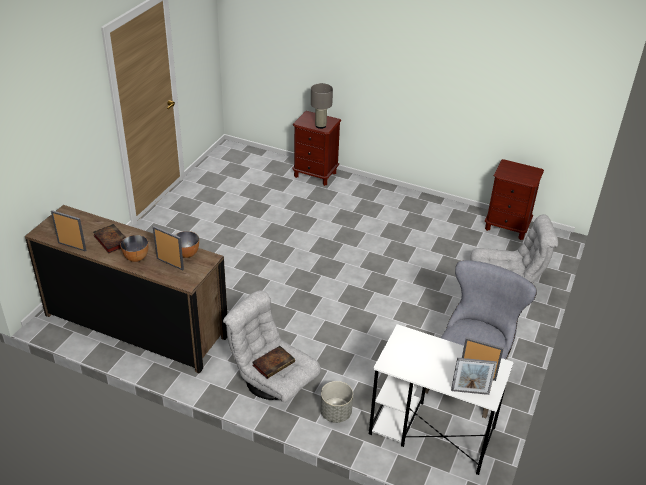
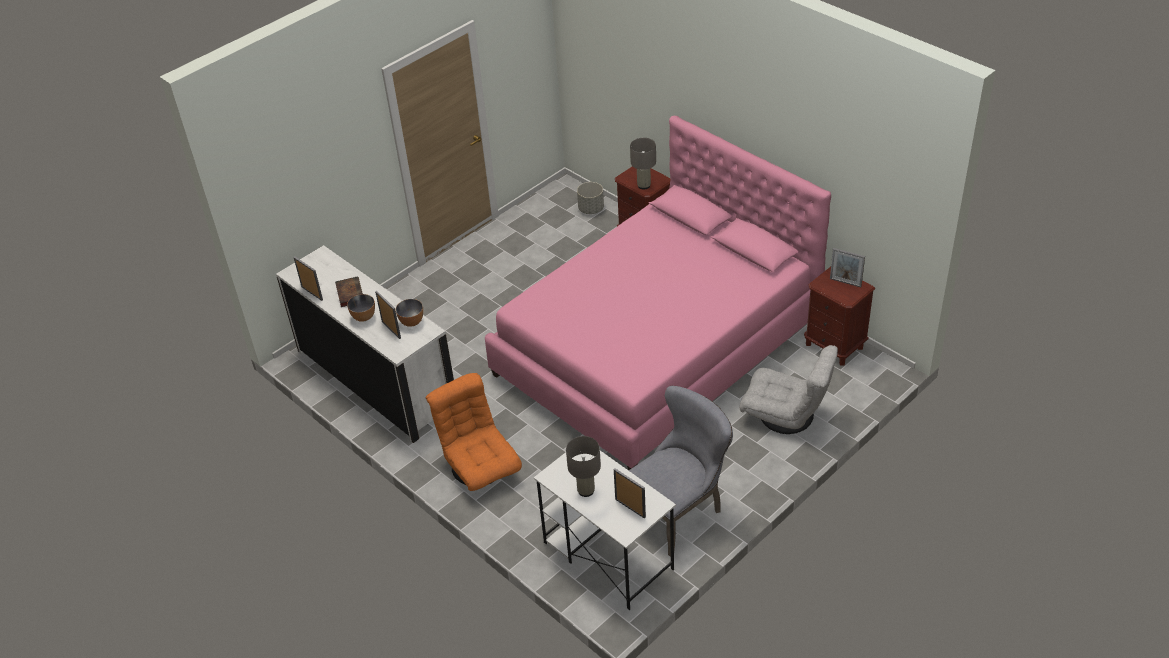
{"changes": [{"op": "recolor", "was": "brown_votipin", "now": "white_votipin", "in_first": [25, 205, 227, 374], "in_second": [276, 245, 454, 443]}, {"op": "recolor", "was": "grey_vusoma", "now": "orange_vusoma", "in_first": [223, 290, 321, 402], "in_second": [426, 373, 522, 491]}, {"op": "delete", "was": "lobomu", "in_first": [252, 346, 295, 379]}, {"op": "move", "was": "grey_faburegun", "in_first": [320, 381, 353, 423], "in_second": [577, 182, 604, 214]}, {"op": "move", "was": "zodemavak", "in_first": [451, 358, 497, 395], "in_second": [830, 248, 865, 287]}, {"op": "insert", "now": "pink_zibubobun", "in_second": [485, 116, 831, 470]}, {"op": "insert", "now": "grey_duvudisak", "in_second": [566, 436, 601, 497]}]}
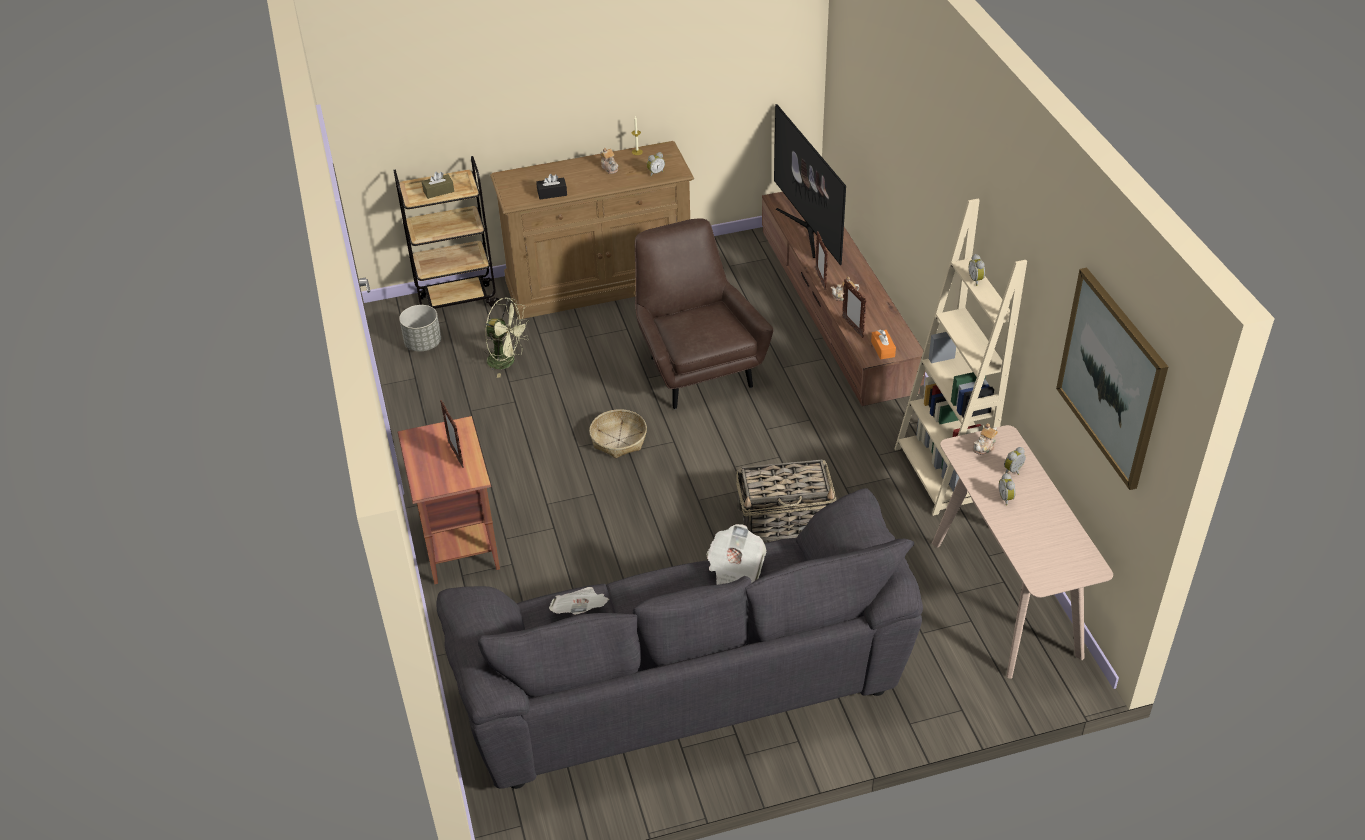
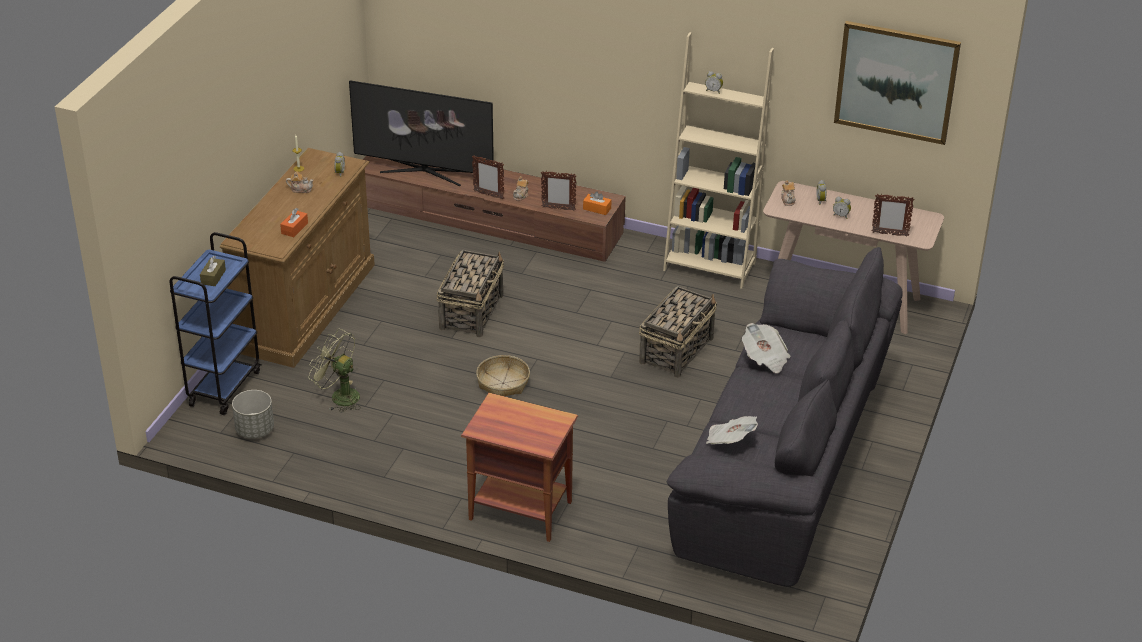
{"changes": [{"op": "recolor", "was": "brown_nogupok", "now": "blue_nogupok", "in_first": [394, 156, 499, 309], "in_second": [170, 232, 261, 415]}, {"op": "move", "was": "zodemavak", "in_first": [440, 400, 464, 468], "in_second": [872, 194, 914, 237]}, {"op": "rotate", "was": "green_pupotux", "in_first": [484, 297, 530, 378], "in_second": [309, 329, 361, 413], "clockwise": -120}, {"op": "recolor", "was": "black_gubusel", "now": "orange_gubusel", "in_first": [536, 174, 567, 199], "in_second": [280, 208, 308, 237]}, {"op": "replace", "was": "brown_vusoma", "now": "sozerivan", "in_first": [635, 218, 774, 409], "in_second": [436, 250, 504, 337]}]}
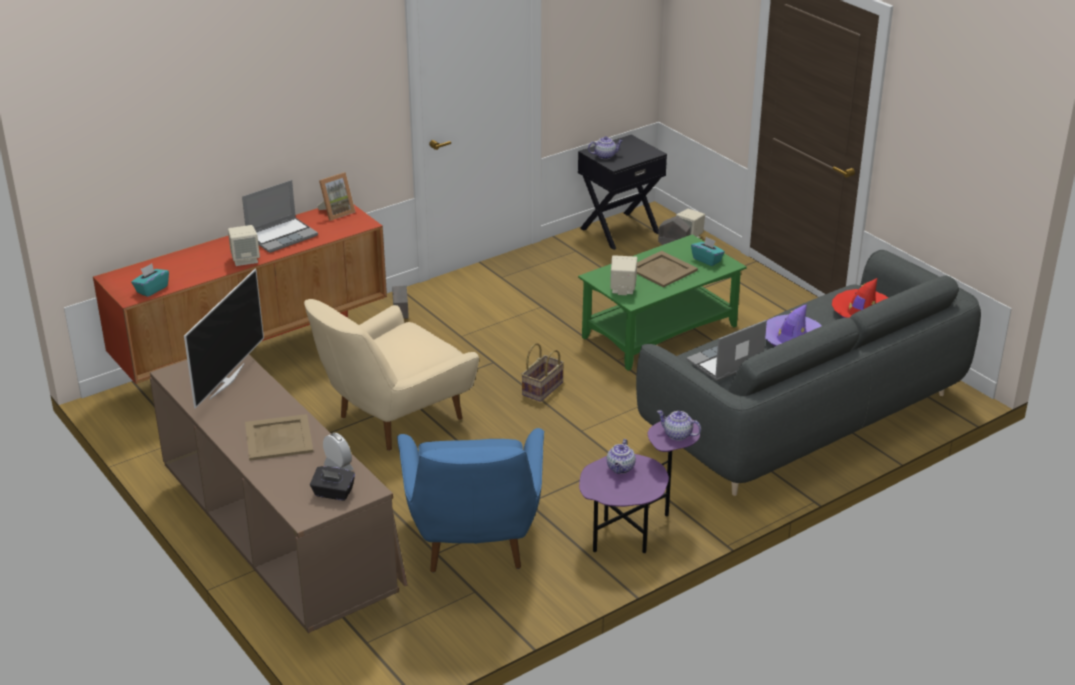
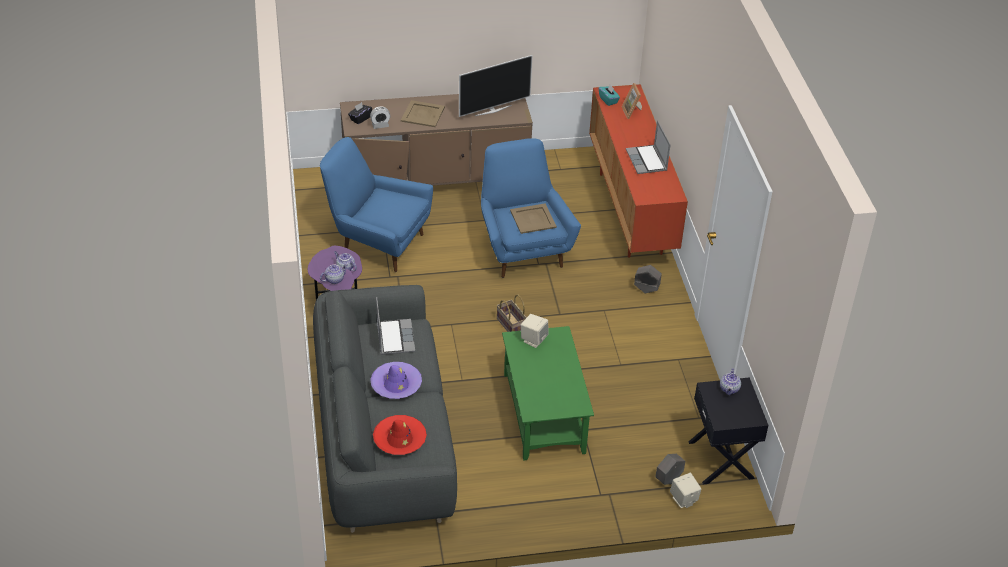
{"changes": [{"op": "rotate", "was": "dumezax", "in_first": [184, 269, 264, 409], "in_second": [459, 55, 532, 117], "clockwise": -75}, {"op": "delete", "was": "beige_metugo", "in_first": [228, 225, 260, 266]}, {"op": "recolor", "was": "beige_vusoma", "now": "blue_vusoma", "in_first": [304, 299, 479, 451], "in_second": [481, 138, 581, 278]}, {"op": "move", "was": "zodemavak", "in_first": [317, 172, 355, 221], "in_second": [622, 83, 642, 119]}, {"op": "move", "was": "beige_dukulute", "in_first": [637, 251, 698, 288], "in_second": [510, 203, 557, 234]}, {"op": "delete", "was": "turquoise_gubusel", "in_first": [691, 237, 725, 266]}]}
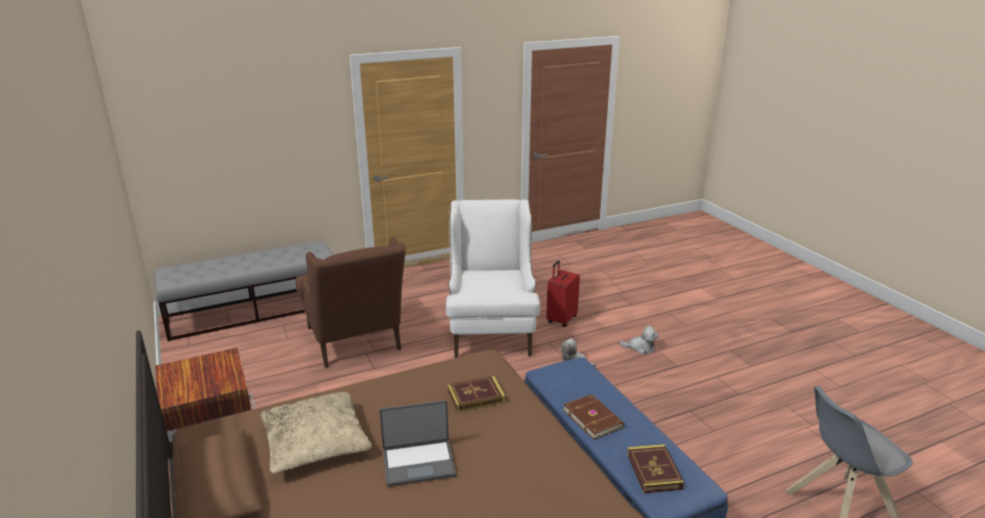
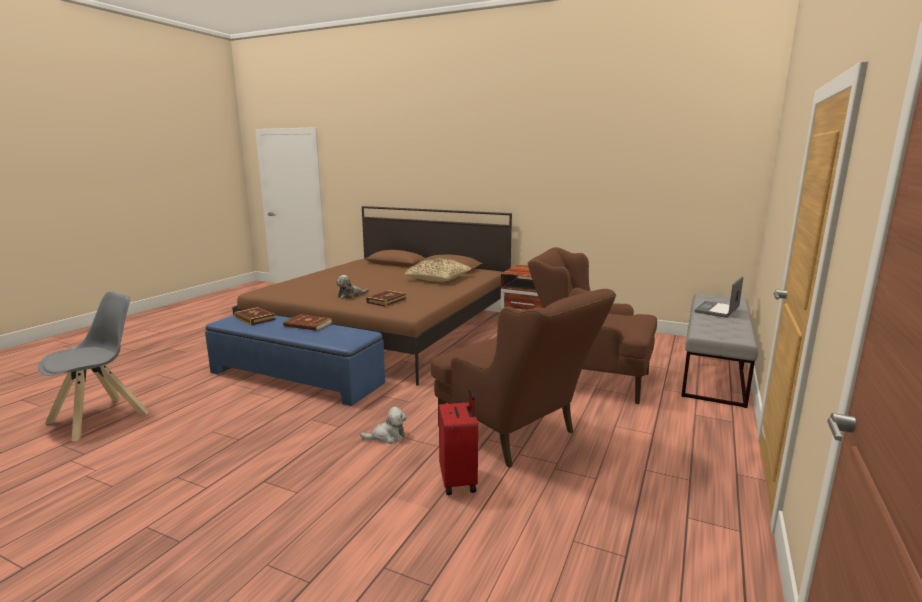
{"changes": [{"op": "move", "was": "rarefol", "in_first": [380, 400, 456, 487], "in_second": [694, 277, 743, 318]}, {"op": "recolor", "was": "white_vusoma", "now": "brown_vusoma", "in_first": [446, 199, 540, 358], "in_second": [431, 288, 616, 468]}, {"op": "move", "was": "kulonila", "in_first": [619, 326, 659, 354], "in_second": [336, 275, 369, 299]}]}
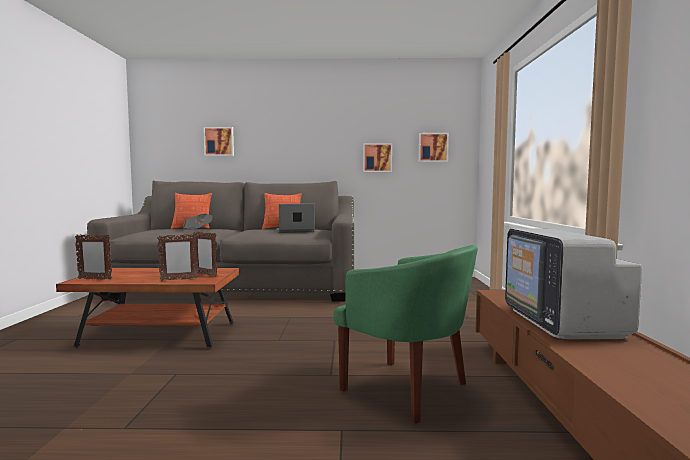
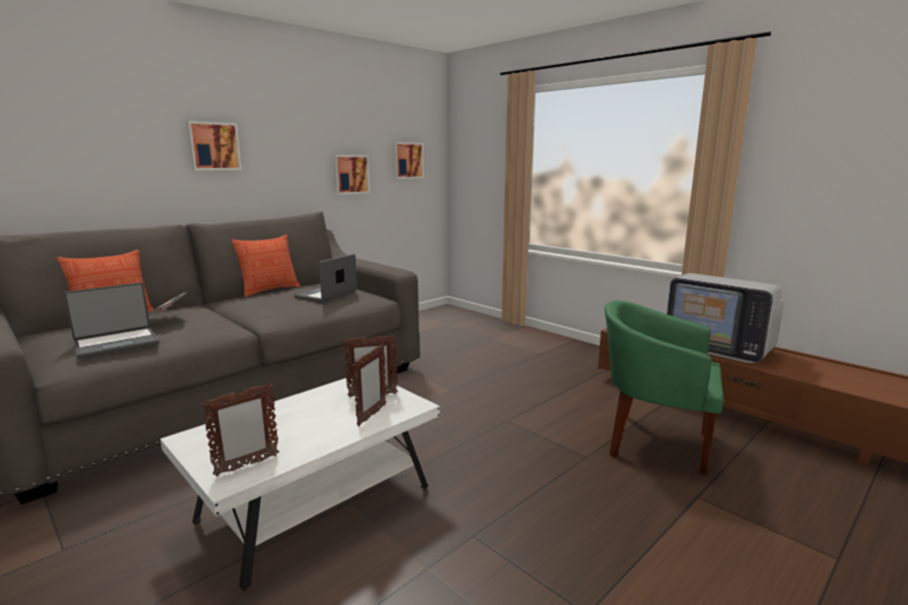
{"changes": [{"op": "recolor", "was": "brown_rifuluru", "now": "white_rifuluru", "in_first": [56, 268, 239, 349], "in_second": [160, 376, 440, 591]}, {"op": "move", "was": "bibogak", "in_first": [204, 127, 234, 156], "in_second": [187, 121, 242, 170]}, {"op": "rotate", "was": "green_vusoma", "in_first": [333, 245, 478, 424], "in_second": [604, 300, 723, 475], "clockwise": -150}, {"op": "insert", "now": "rarefol", "in_second": [64, 283, 159, 359]}]}
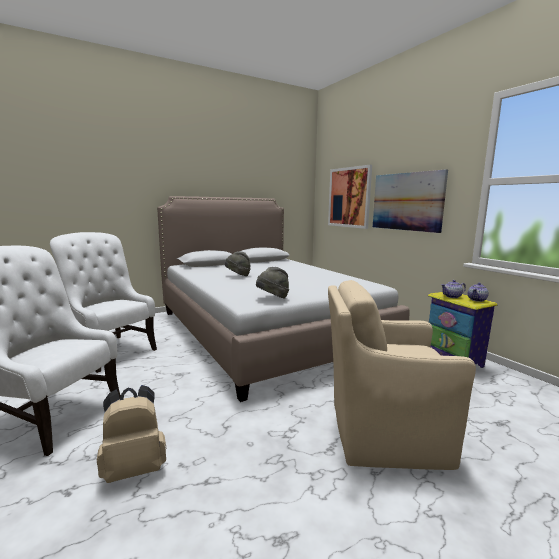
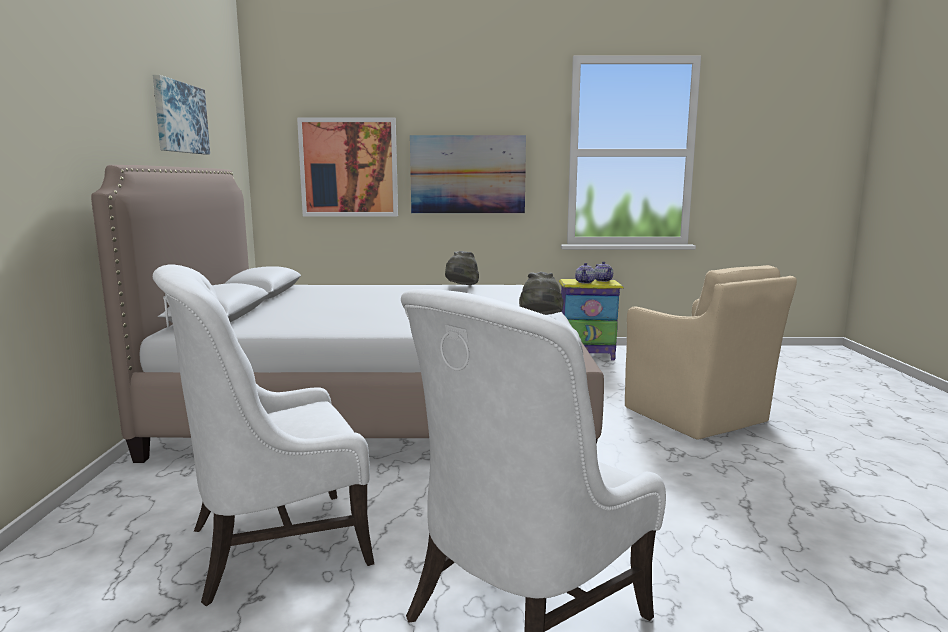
{"changes": [{"op": "delete", "was": "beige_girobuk", "in_first": [97, 385, 167, 483]}, {"op": "move", "was": "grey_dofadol", "in_first": [225, 251, 251, 276], "in_second": [445, 251, 479, 285]}, {"op": "rotate", "was": "beige_vusoma", "in_first": [328, 280, 476, 470], "in_second": [625, 265, 797, 439], "clockwise": -60}, {"op": "insert", "now": "bibogak", "in_second": [153, 75, 210, 154]}]}
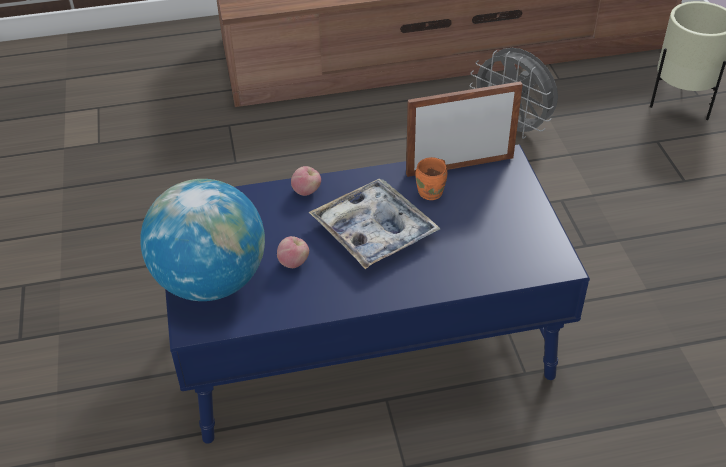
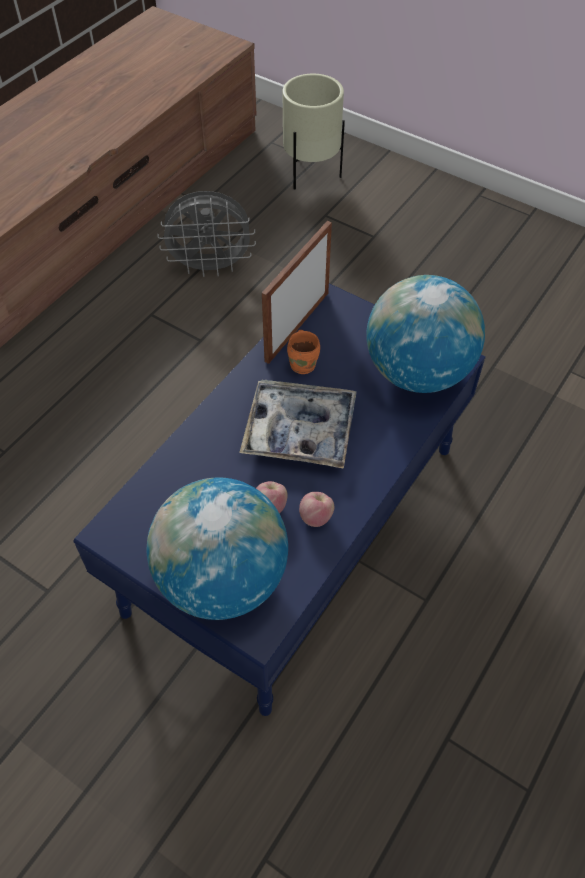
{"changes": [{"op": "move", "was": "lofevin", "in_first": [291, 166, 321, 196], "in_second": [299, 492, 334, 527]}, {"op": "insert", "now": "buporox", "in_second": [366, 275, 485, 393]}]}
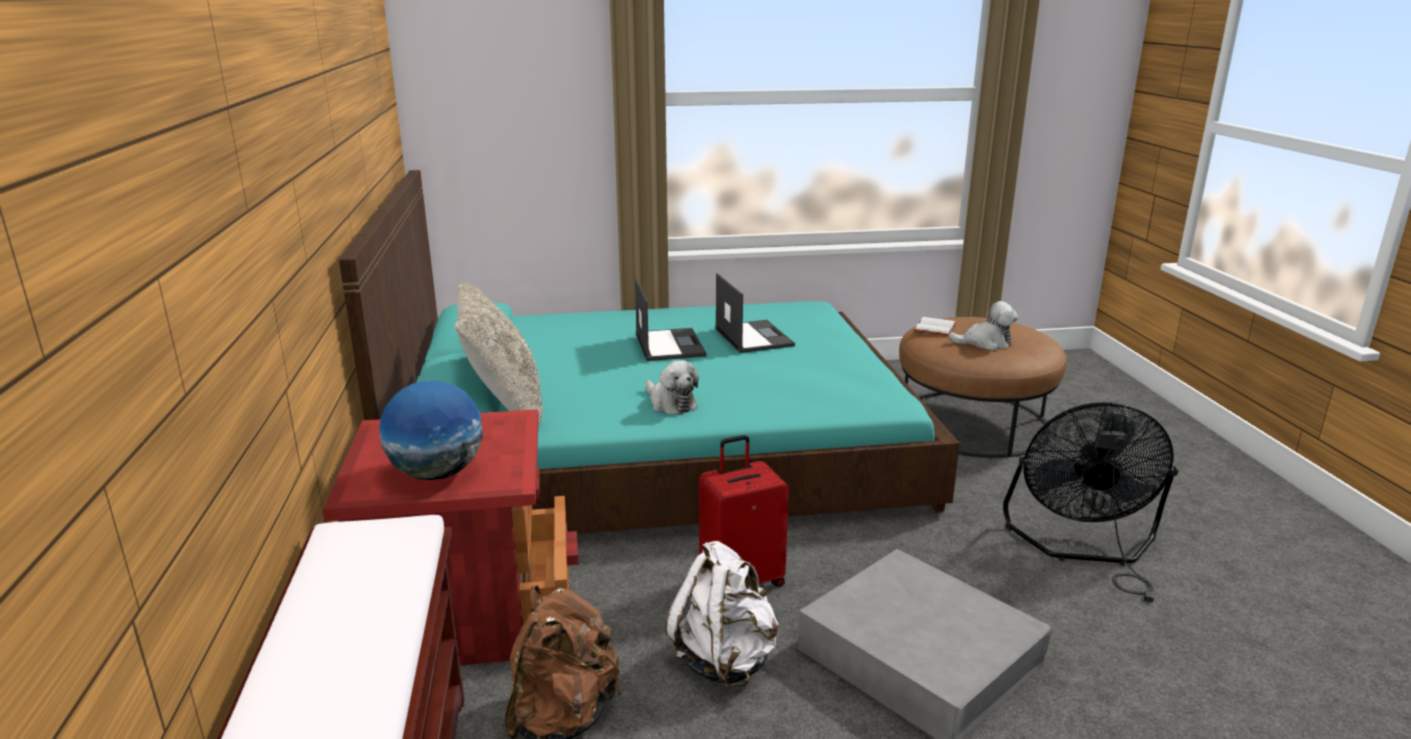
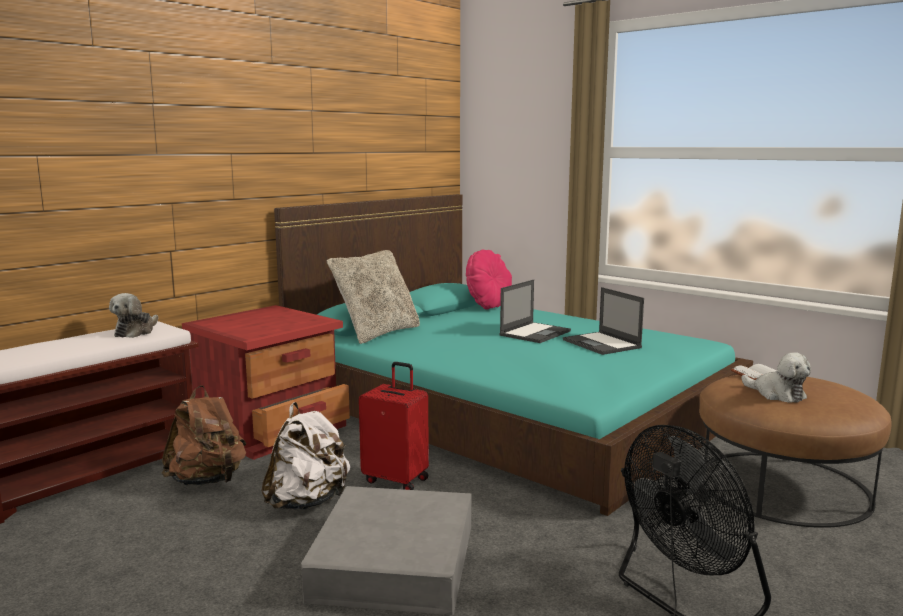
{"changes": [{"op": "delete", "was": "buporox", "in_first": [379, 380, 483, 480]}, {"op": "move", "was": "kulonila", "in_first": [646, 360, 699, 415], "in_second": [109, 293, 158, 338]}, {"op": "rotate", "was": "rarefol", "in_first": [715, 273, 795, 353], "in_second": [563, 287, 644, 355], "clockwise": 120}, {"op": "insert", "now": "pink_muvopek", "in_second": [466, 250, 512, 309]}]}
